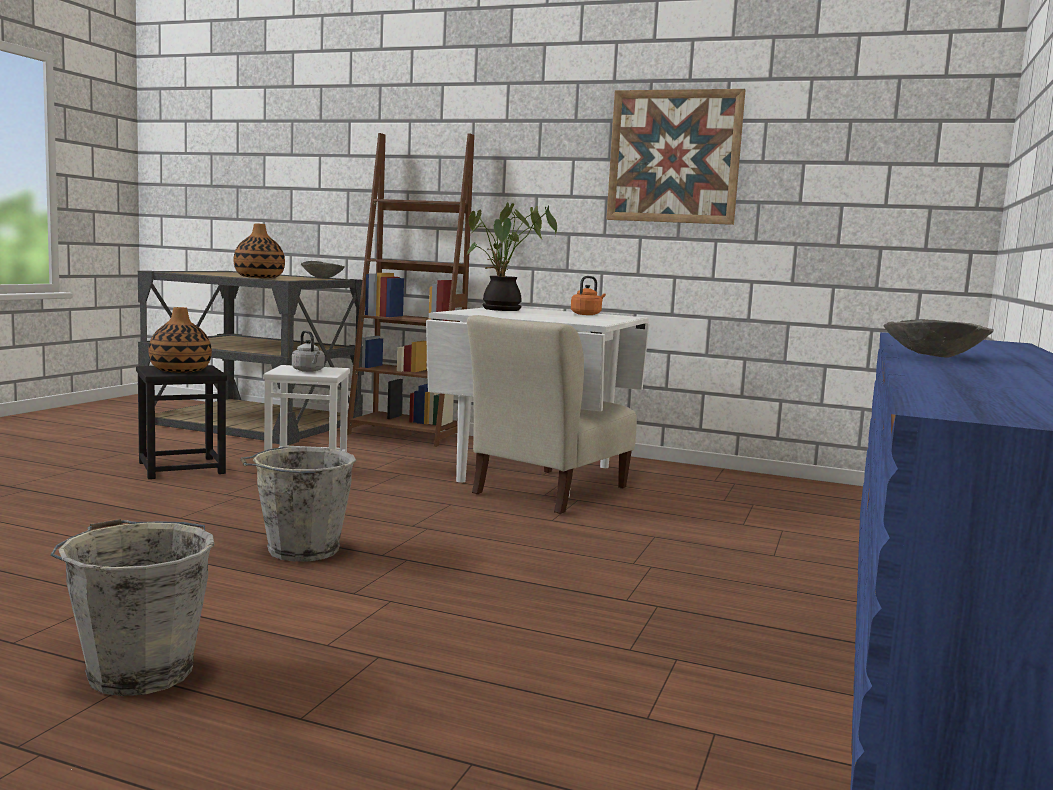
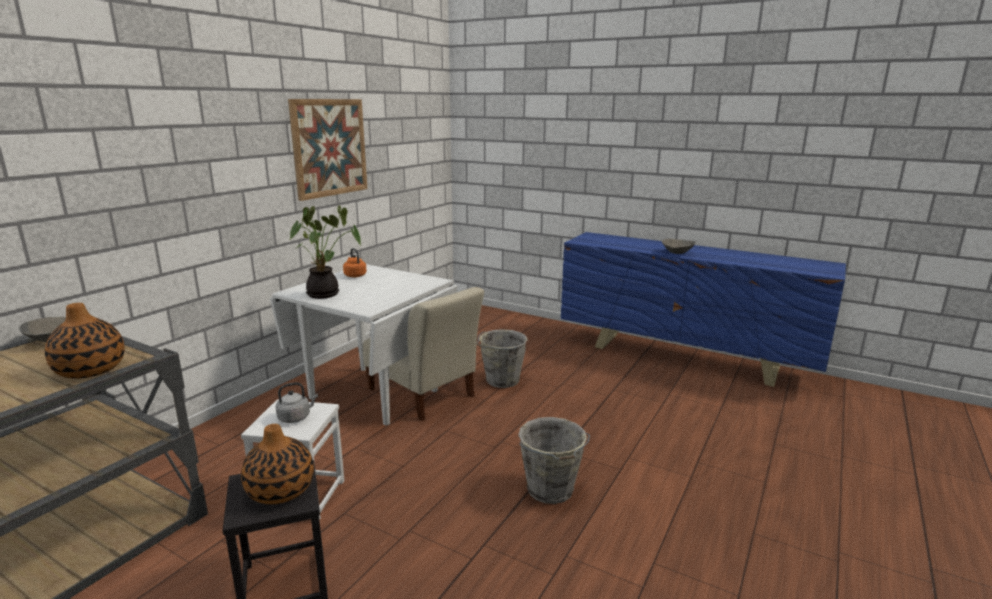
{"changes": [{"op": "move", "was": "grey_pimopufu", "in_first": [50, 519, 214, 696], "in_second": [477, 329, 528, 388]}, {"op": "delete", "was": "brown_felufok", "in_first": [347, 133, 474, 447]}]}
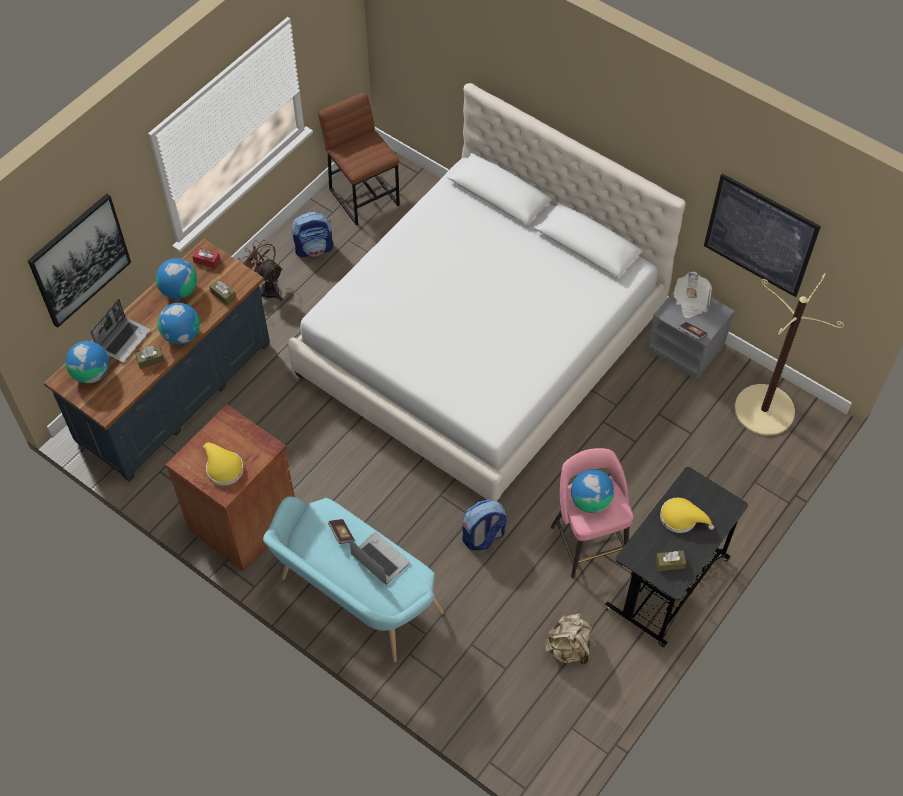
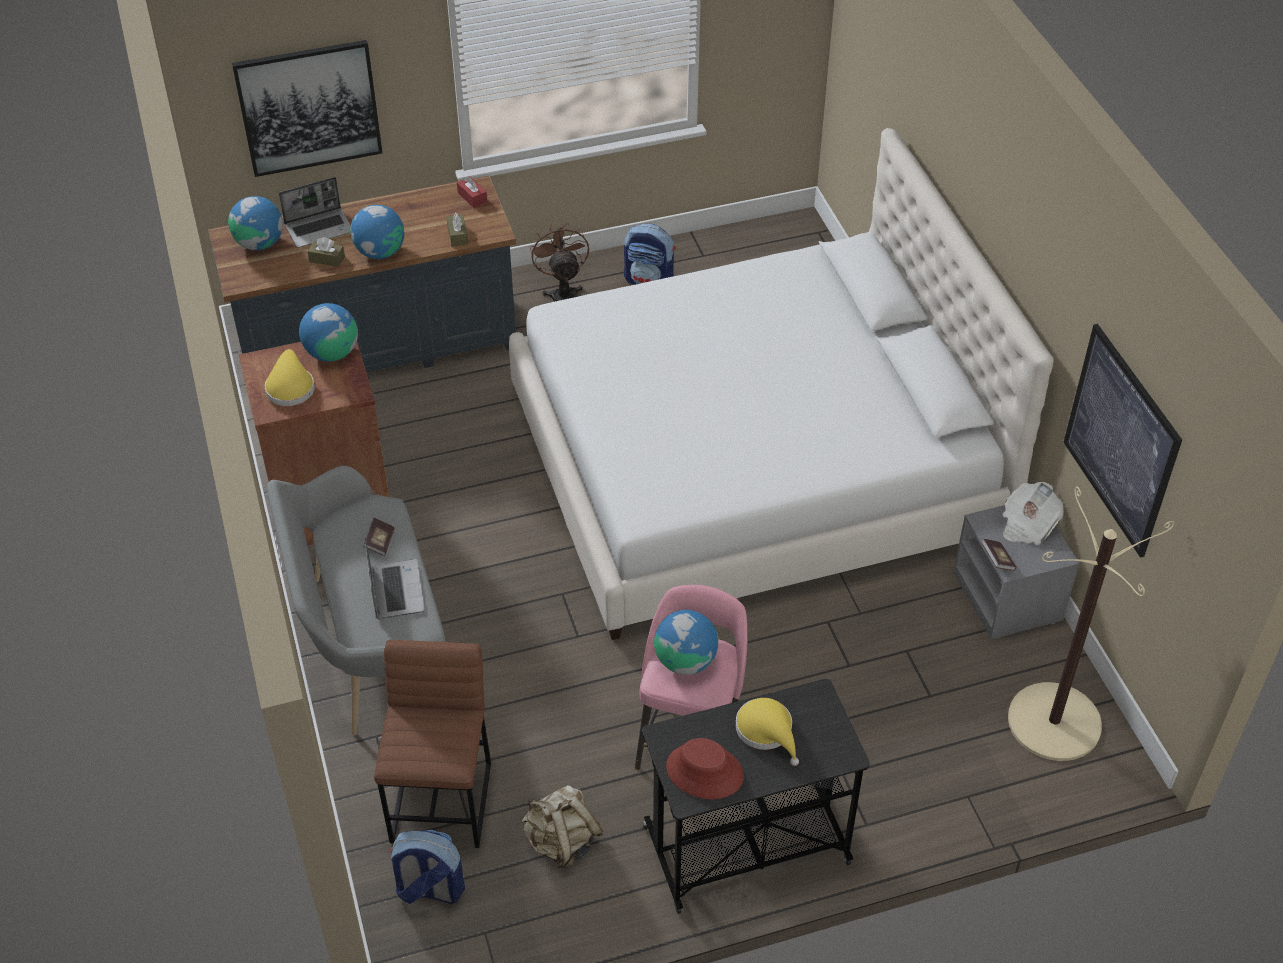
{"changes": [{"op": "move", "was": "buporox", "in_first": [156, 258, 197, 299], "in_second": [299, 303, 358, 362]}, {"op": "recolor", "was": "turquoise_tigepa", "now": "grey_tigepa", "in_first": [263, 497, 444, 662], "in_second": [267, 466, 445, 735]}, {"op": "move", "was": "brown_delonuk", "in_first": [318, 92, 400, 225], "in_second": [374, 640, 491, 848]}, {"op": "move", "was": "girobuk", "in_first": [462, 500, 507, 551], "in_second": [388, 830, 465, 904]}, {"op": "replace", "was": "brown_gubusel", "now": "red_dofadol", "in_first": [655, 551, 686, 571], "in_second": [666, 738, 744, 799]}]}
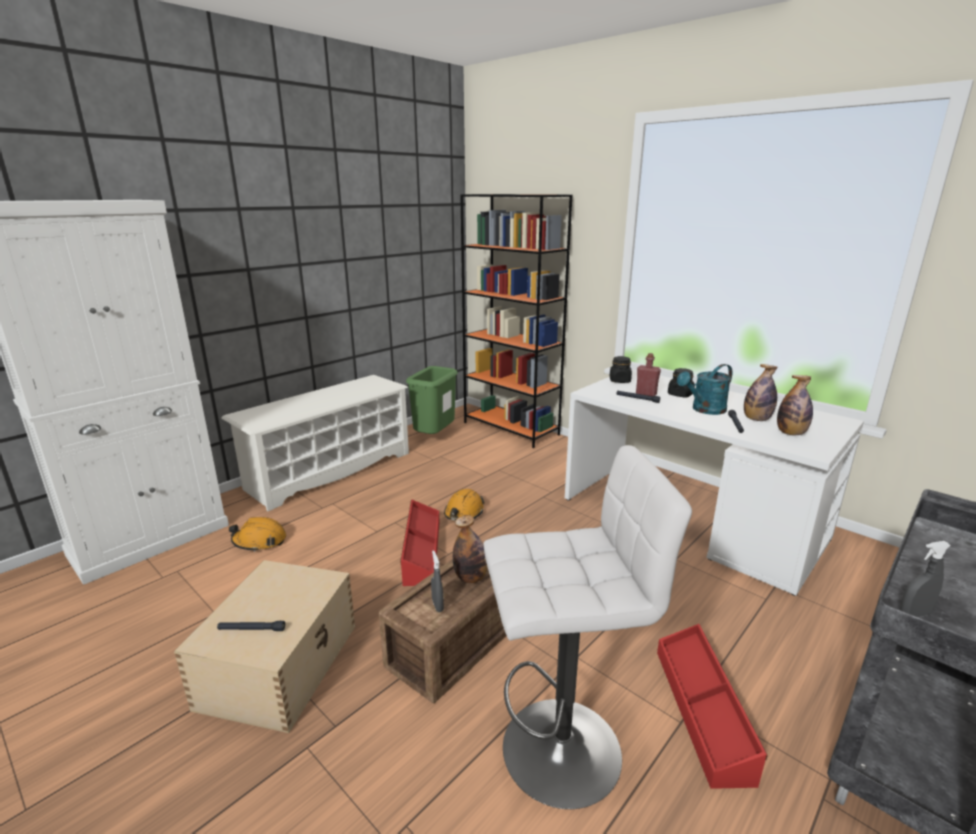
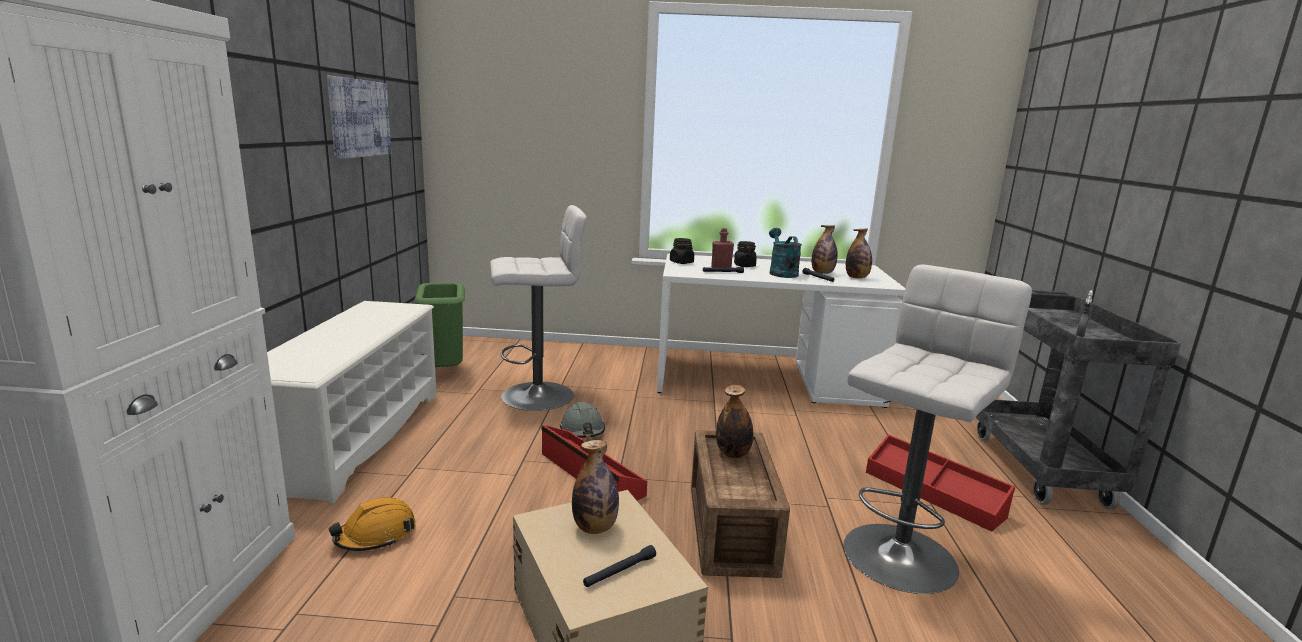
{"changes": [{"op": "delete", "was": "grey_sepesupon", "in_first": [431, 550, 444, 612]}, {"op": "recolor", "was": "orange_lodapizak", "now": "grey_lodapizak", "in_first": [444, 489, 485, 521], "in_second": [560, 402, 605, 438]}, {"op": "delete", "was": "orange_felufok", "in_first": [460, 194, 572, 448]}, {"op": "rotate", "was": "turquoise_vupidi", "in_first": [677, 364, 732, 415], "in_second": [769, 228, 802, 278], "clockwise": 150}, {"op": "insert", "now": "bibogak", "in_second": [327, 76, 391, 159]}, {"op": "insert", "now": "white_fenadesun", "in_second": [490, 205, 587, 411]}, {"op": "insert", "now": "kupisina", "in_second": [572, 440, 619, 534]}]}
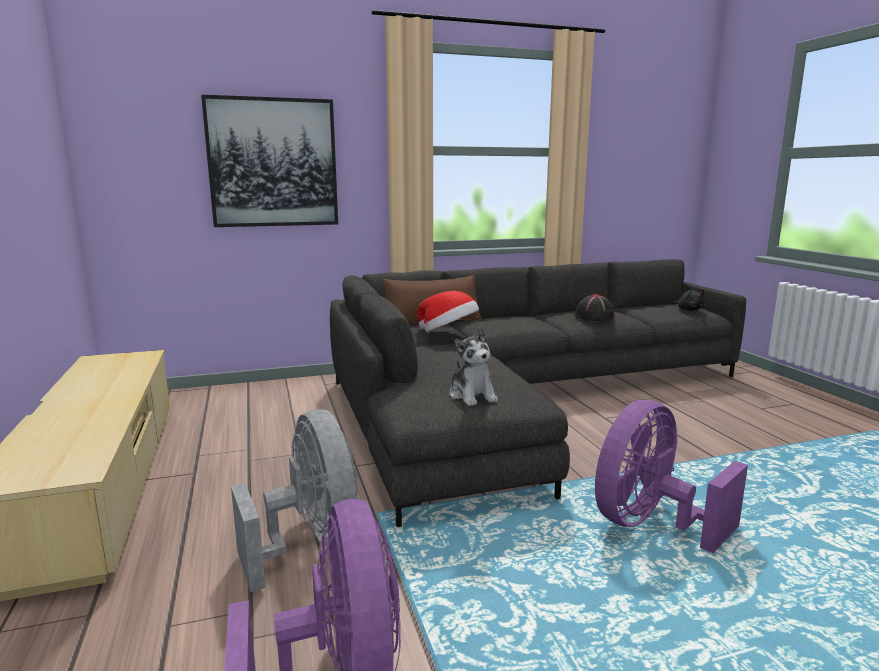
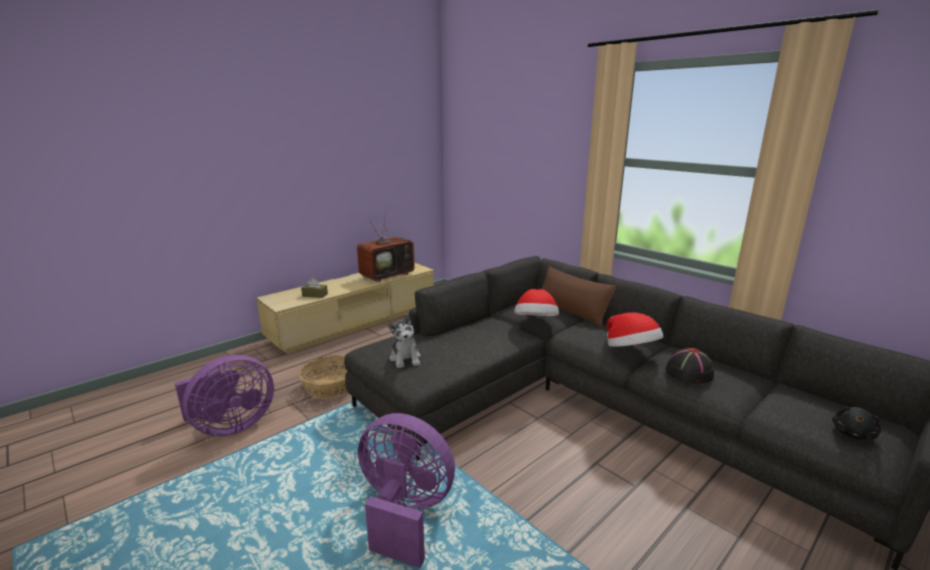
{"changes": [{"op": "delete", "was": "bibogak", "in_first": [201, 95, 338, 227]}, {"op": "replace", "was": "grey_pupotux", "now": "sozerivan", "in_first": [231, 409, 358, 592], "in_second": [298, 355, 348, 398]}, {"op": "rotate", "was": "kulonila", "in_first": [449, 327, 498, 406], "in_second": [388, 315, 421, 368], "clockwise": -60}, {"op": "insert", "now": "brown_gubusel", "in_second": [301, 278, 328, 298]}, {"op": "insert", "now": "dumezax", "in_second": [357, 213, 415, 282]}, {"op": "insert", "now": "dofadol", "in_second": [607, 312, 663, 347]}]}
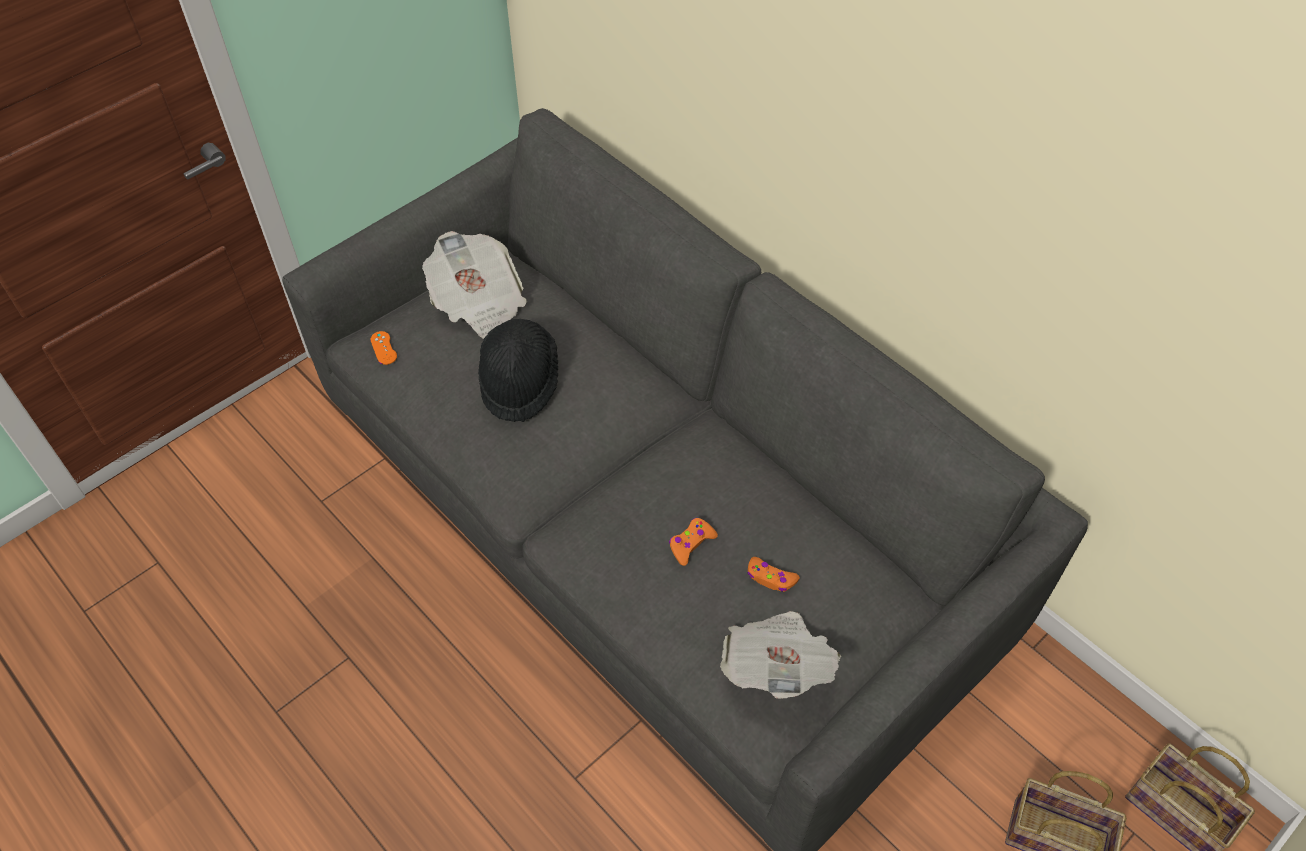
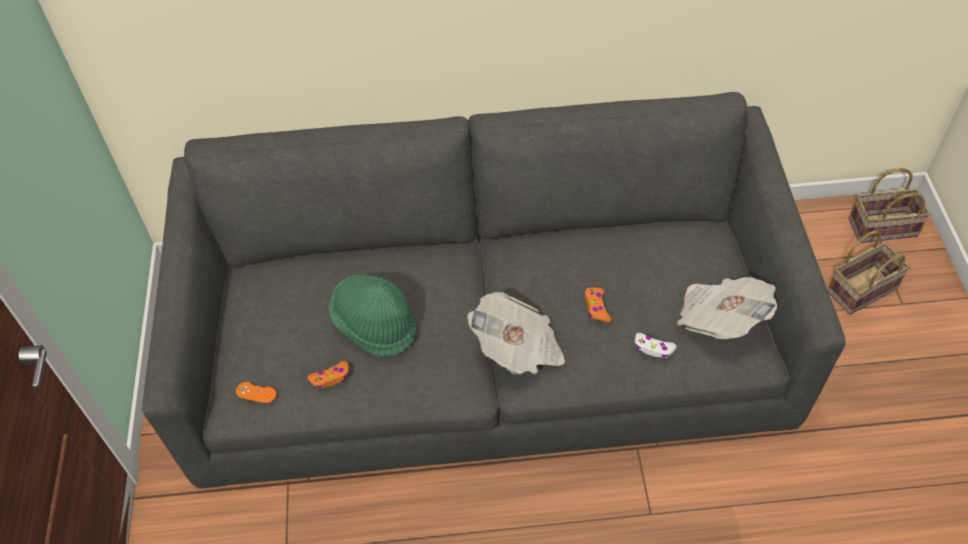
{"changes": [{"op": "move", "was": "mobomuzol", "in_first": [422, 231, 527, 339], "in_second": [467, 292, 565, 375]}, {"op": "recolor", "was": "black_dofadol", "now": "green_dofadol", "in_first": [478, 319, 558, 422], "in_second": [329, 275, 417, 357]}, {"op": "move", "was": "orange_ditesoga", "in_first": [748, 557, 800, 592], "in_second": [307, 361, 349, 389]}, {"op": "insert", "now": "white_ditesoga", "in_second": [635, 333, 677, 358]}]}
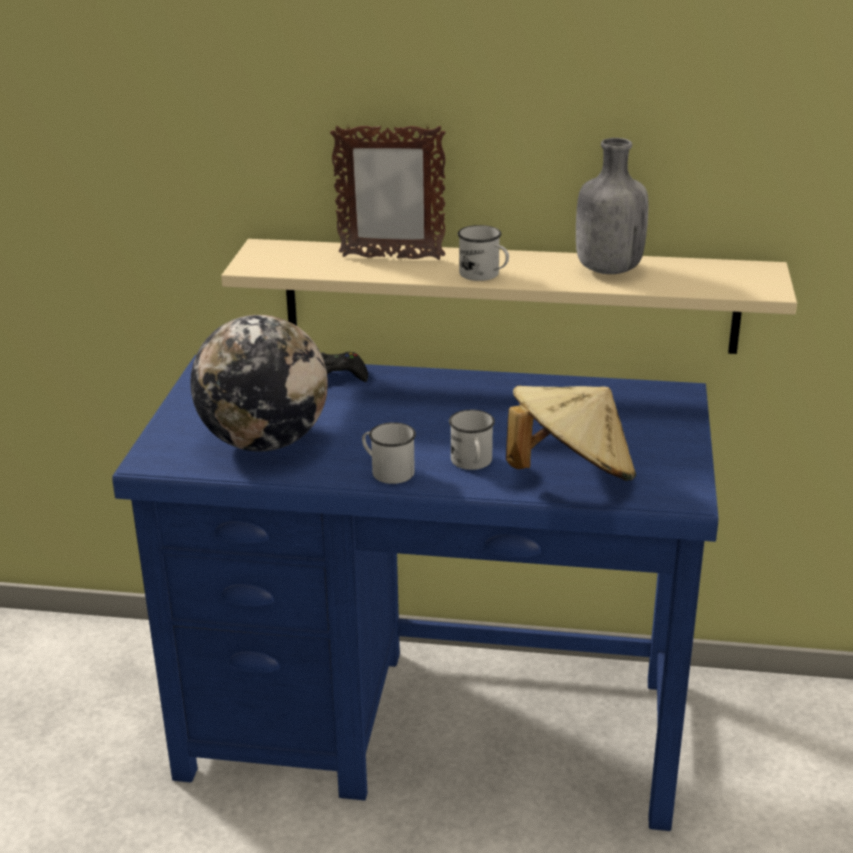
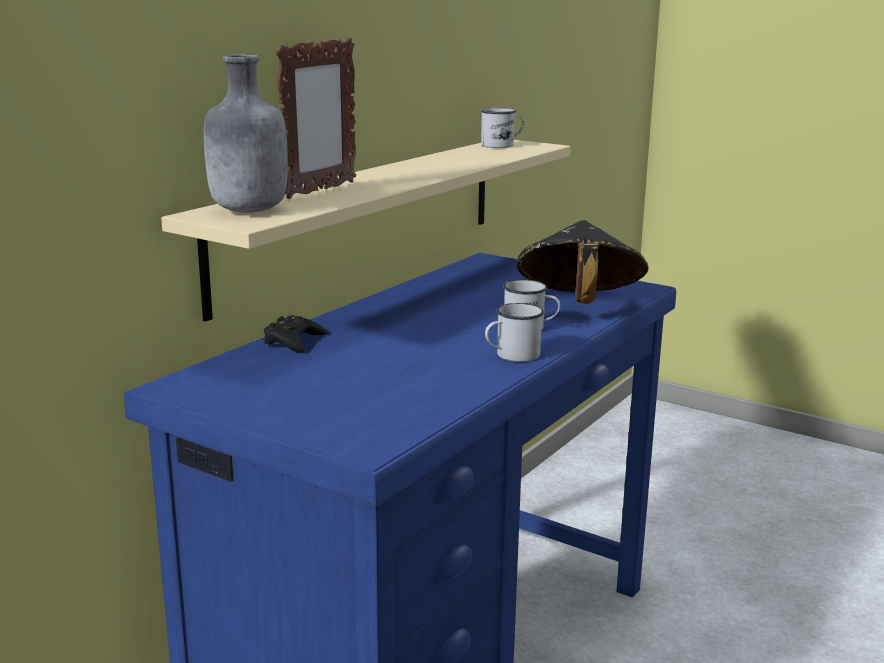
{"changes": [{"op": "delete", "was": "buporox", "in_first": [190, 315, 328, 451]}, {"op": "move", "was": "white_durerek", "in_first": [458, 225, 509, 281], "in_second": [480, 108, 524, 148]}, {"op": "recolor", "was": "beige_dofadol", "now": "black_dofadol", "in_first": [506, 386, 636, 481], "in_second": [516, 220, 649, 304]}, {"op": "move", "was": "grey_kupisina", "in_first": [576, 138, 649, 274], "in_second": [204, 55, 288, 213]}]}
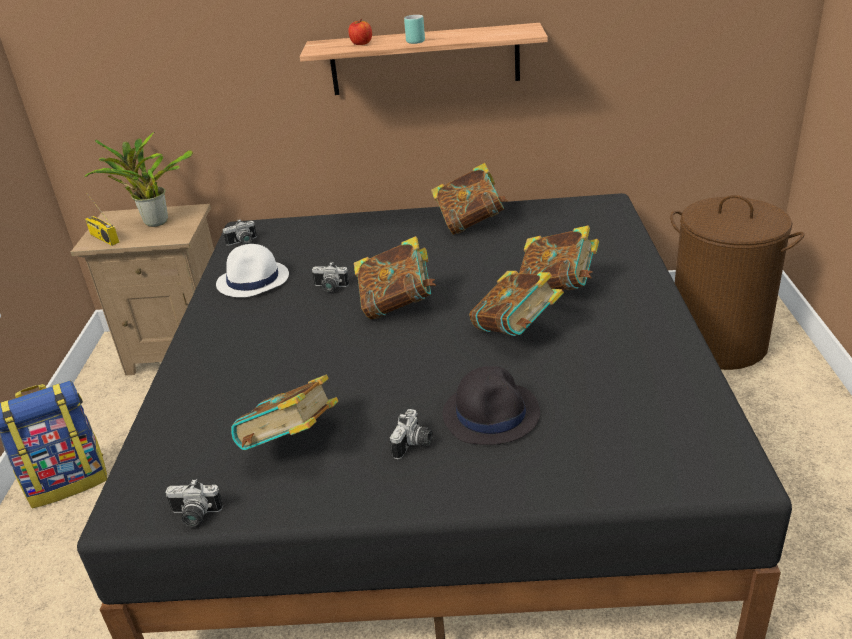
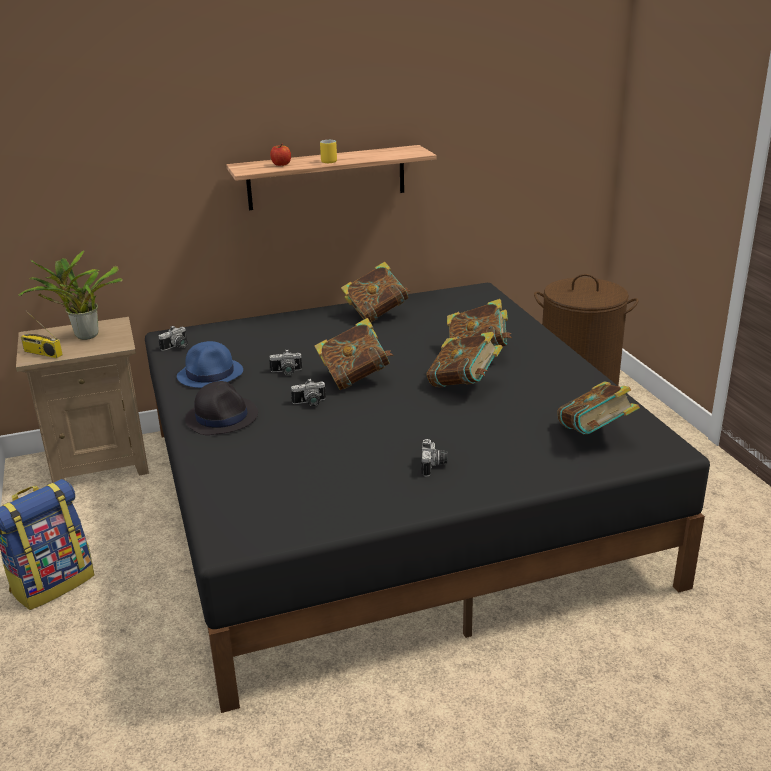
{"changes": [{"op": "move", "was": "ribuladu", "in_first": [165, 479, 223, 527], "in_second": [291, 378, 326, 407]}, {"op": "recolor", "was": "white_dofadol", "now": "blue_dofadol", "in_first": [216, 244, 289, 297], "in_second": [177, 341, 243, 388]}, {"op": "move", "was": "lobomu", "in_first": [231, 375, 338, 450], "in_second": [557, 381, 640, 434]}, {"op": "recolor", "was": "turquoise_durerek", "now": "yellow_durerek", "in_first": [404, 15, 425, 44], "in_second": [320, 140, 337, 163]}, {"op": "move", "was": "black_dofadol", "in_first": [443, 366, 540, 445], "in_second": [185, 381, 258, 435]}]}
